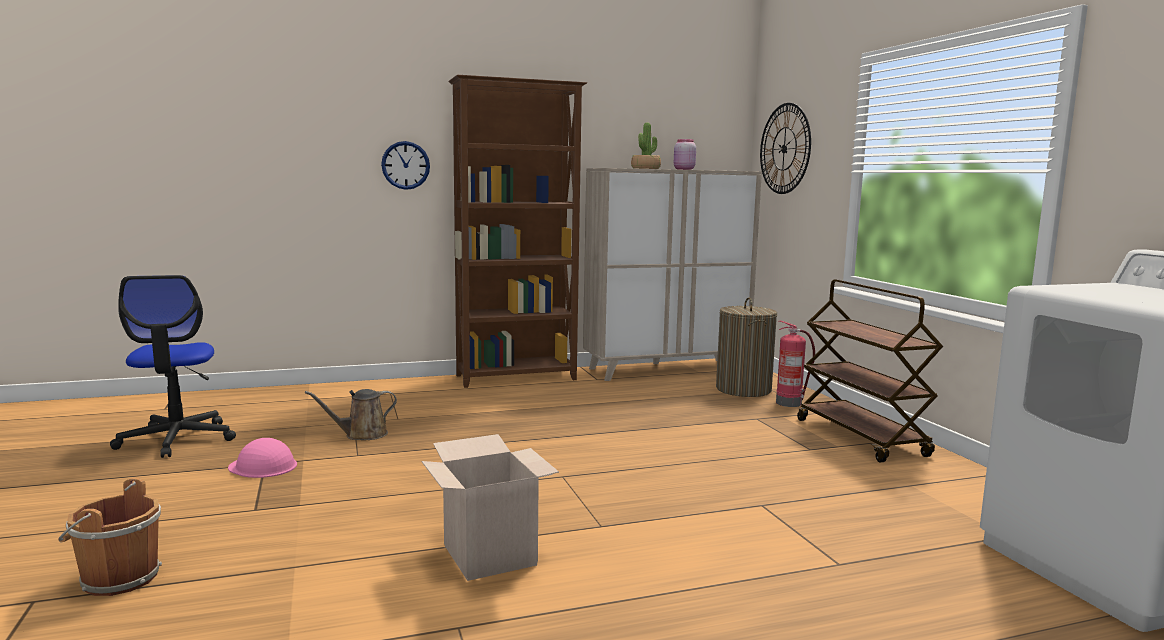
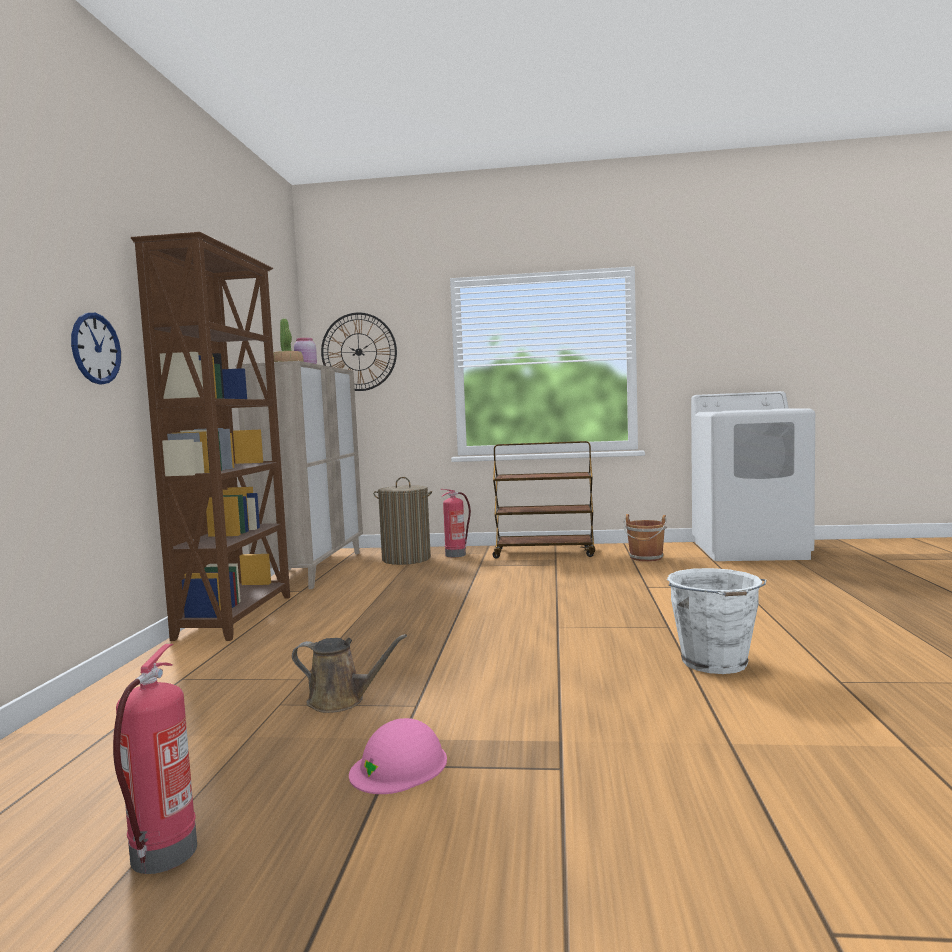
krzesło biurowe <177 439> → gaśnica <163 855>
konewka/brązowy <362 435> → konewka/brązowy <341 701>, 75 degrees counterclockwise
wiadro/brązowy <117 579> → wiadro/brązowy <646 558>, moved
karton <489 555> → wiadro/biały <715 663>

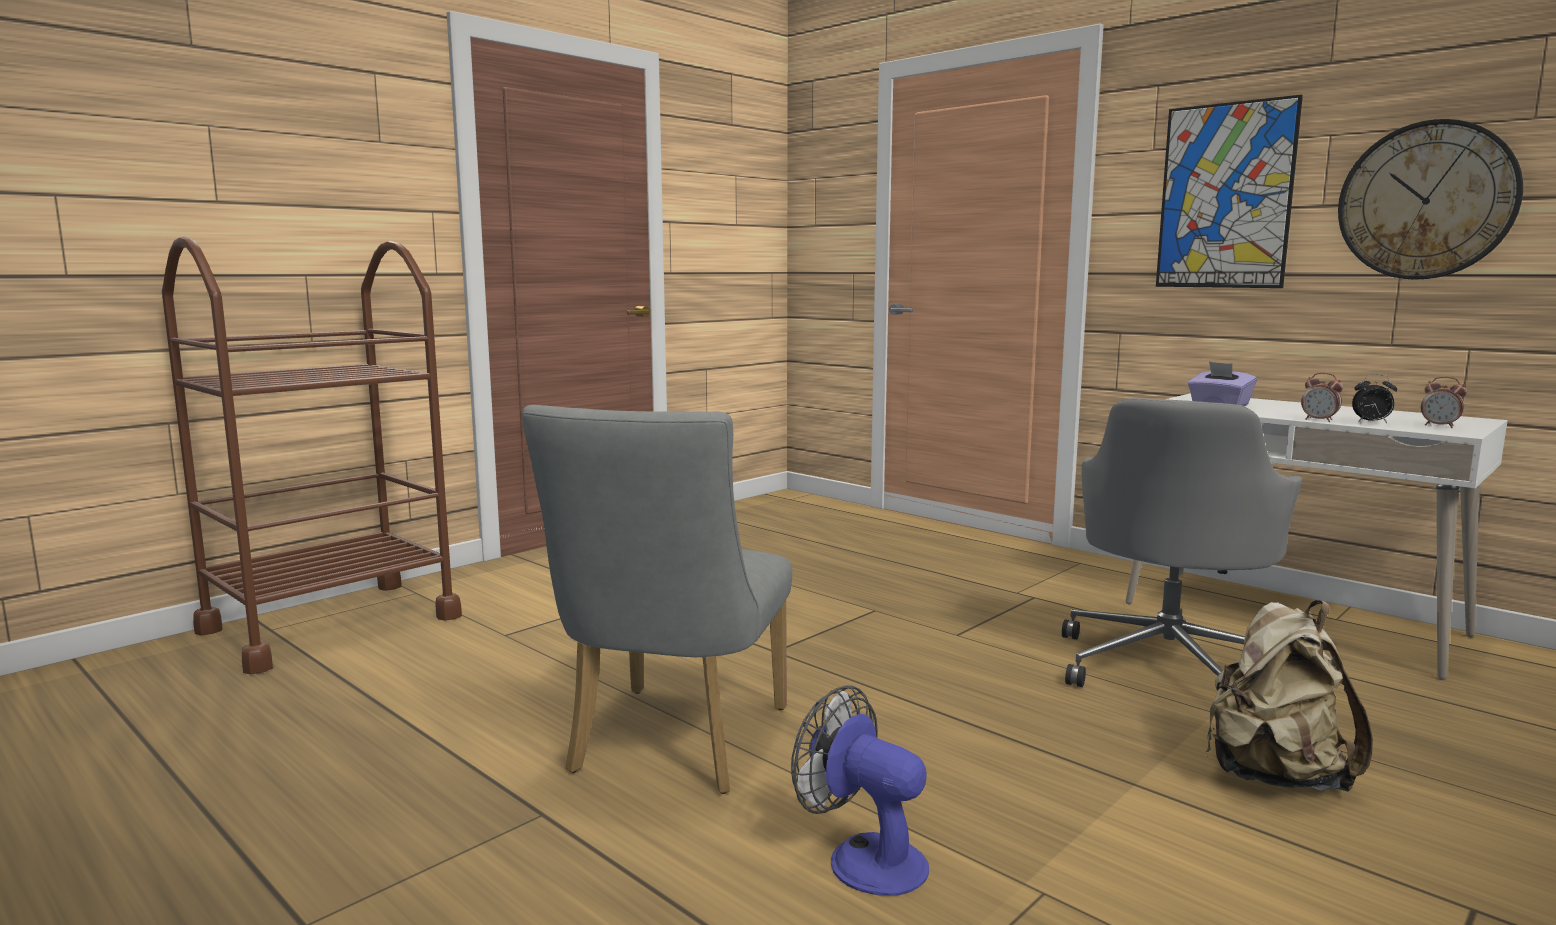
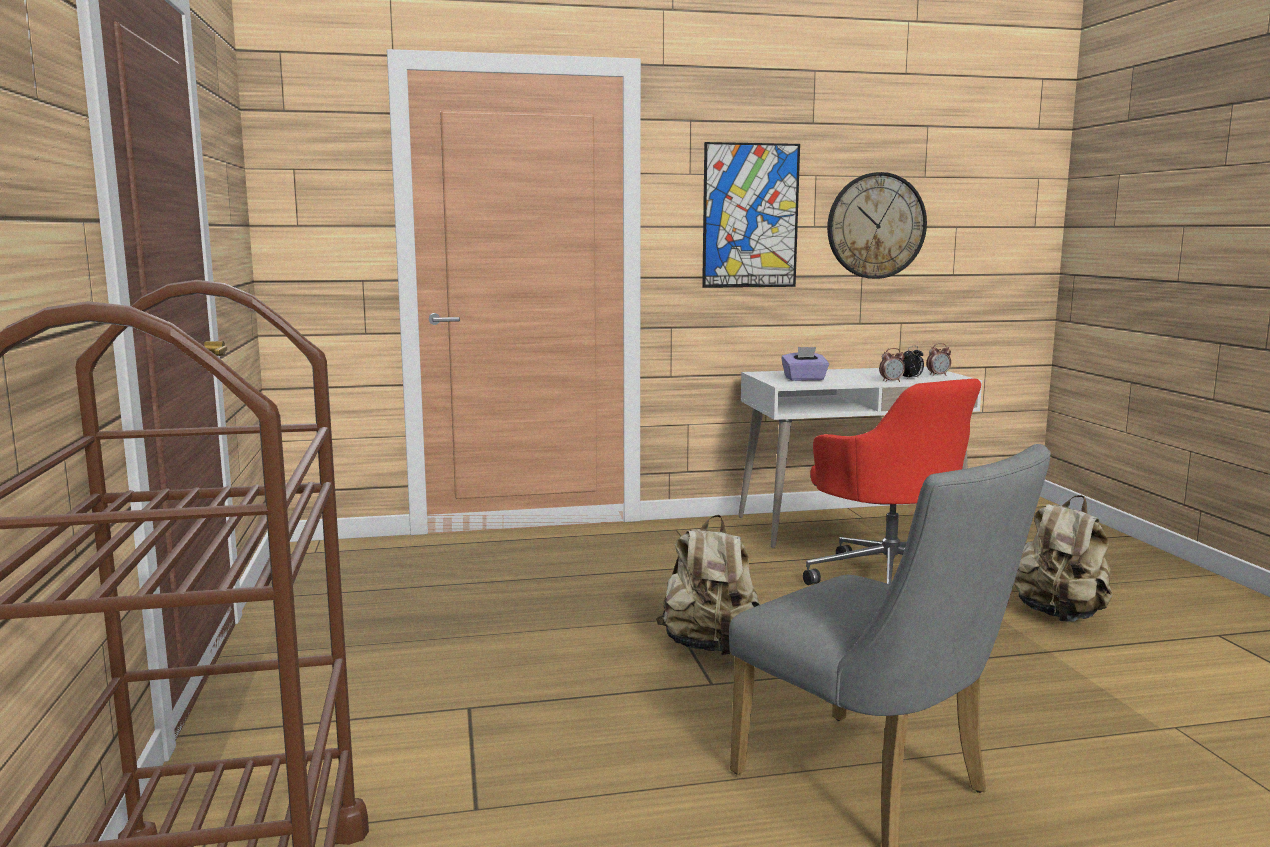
- → plecak/beżowy <710 646>
krzesło biurowe/szary <1168 666> → krzesło biurowe/czerwony <888 578>
wentylator <863 858> → -

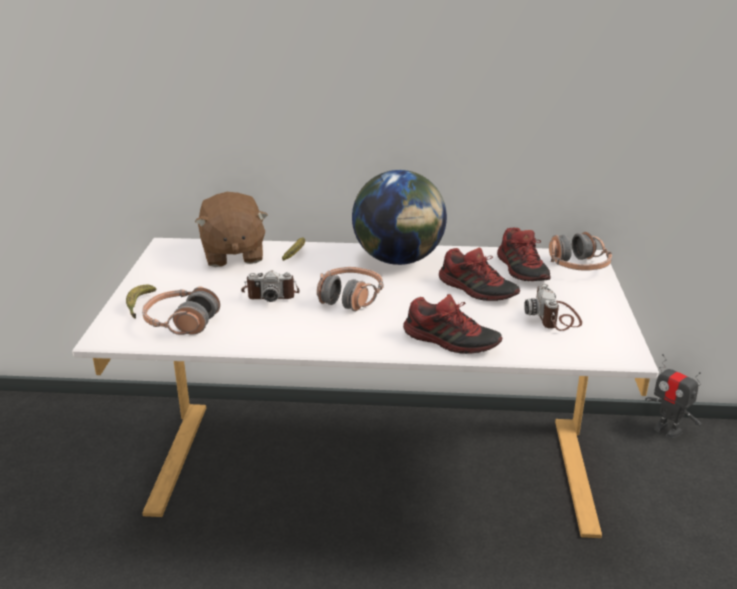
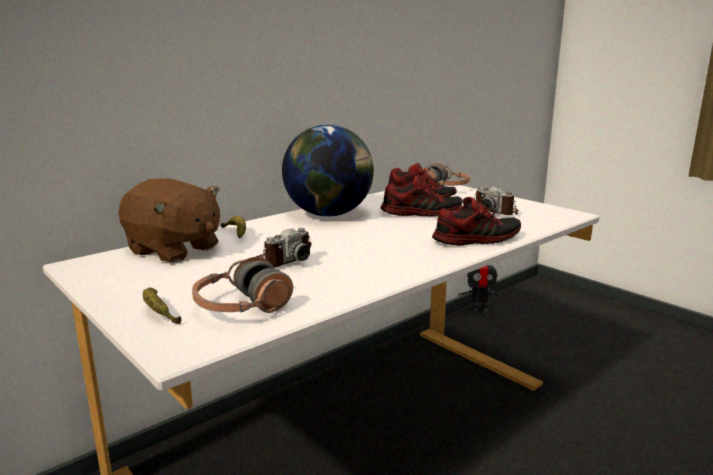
słuchawki <349 297> → -

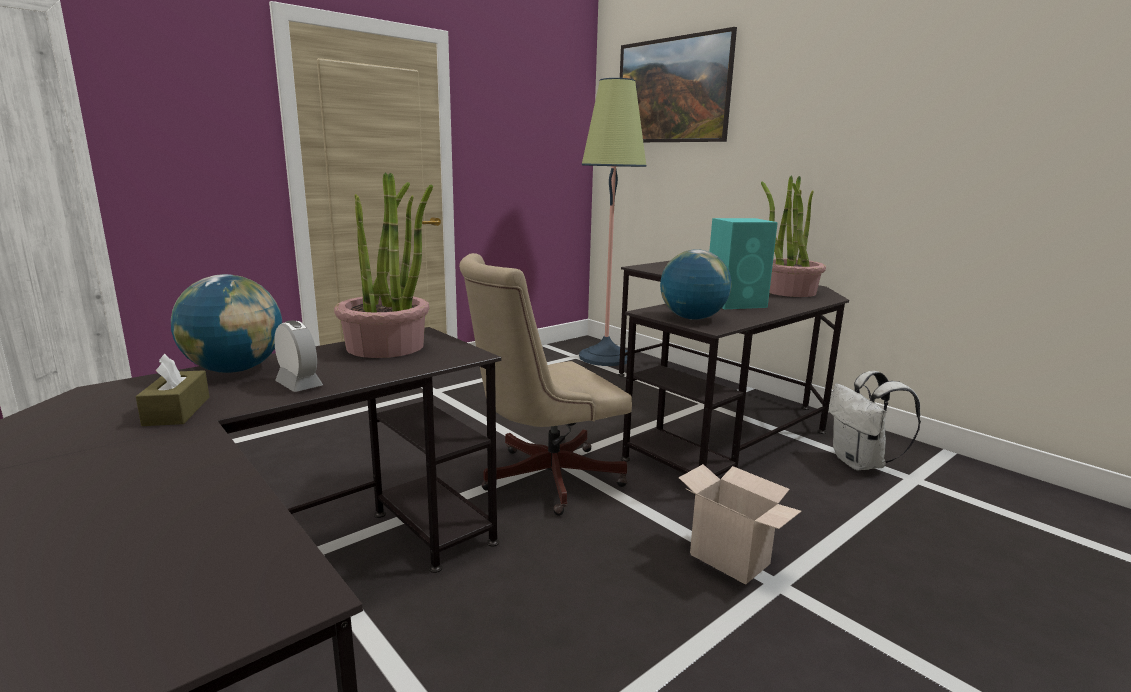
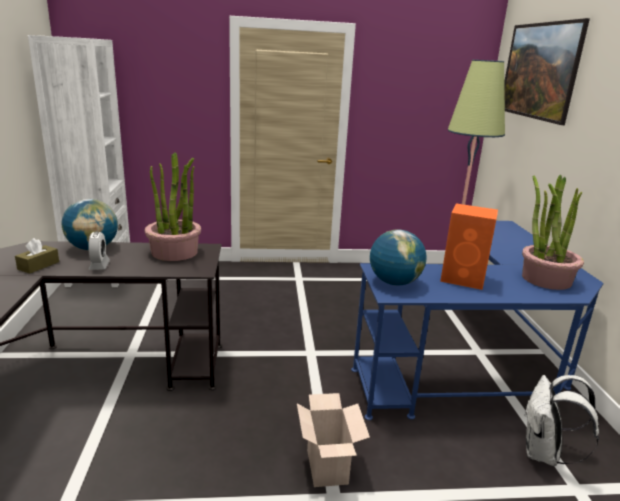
biurko/czarny <715 415> → biurko/niebieski <472 363>
głośnik/turkusowy <737 303> → głośnik/pomarańczowy <464 279>
krzesło biurowe/beżowy <542 478> → -

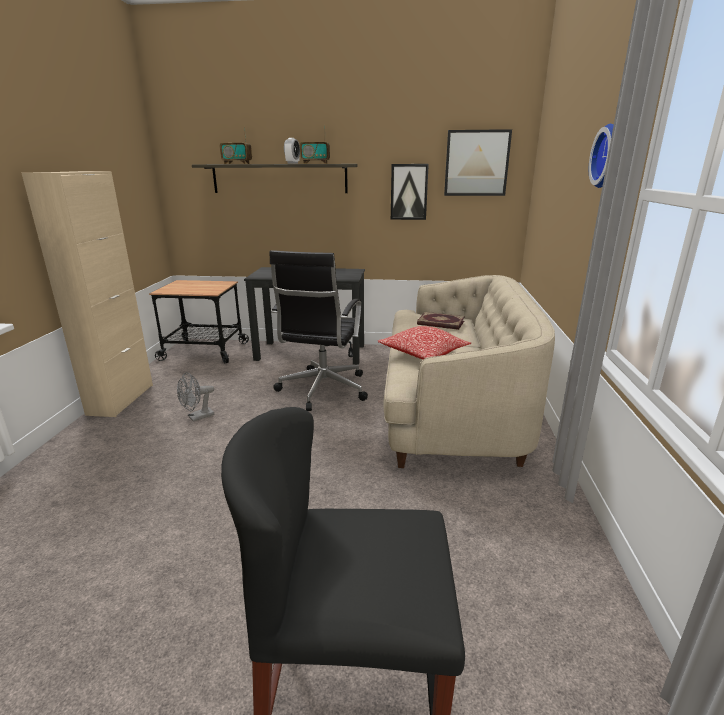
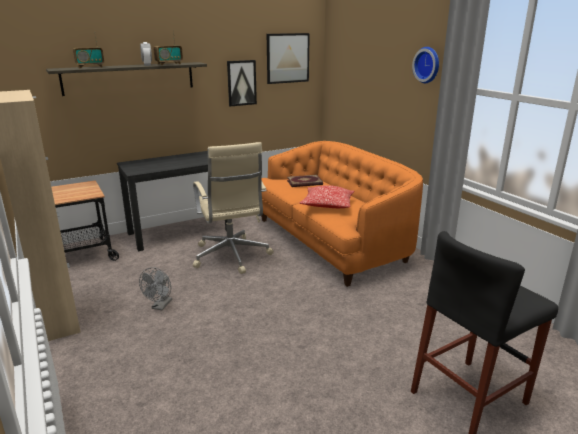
krzesło biurowe/czarny <322 390> → krzesło biurowe/beżowy <231 257>
kanapa/beżowy <451 406> → kanapa/pomarańczowy <330 241>

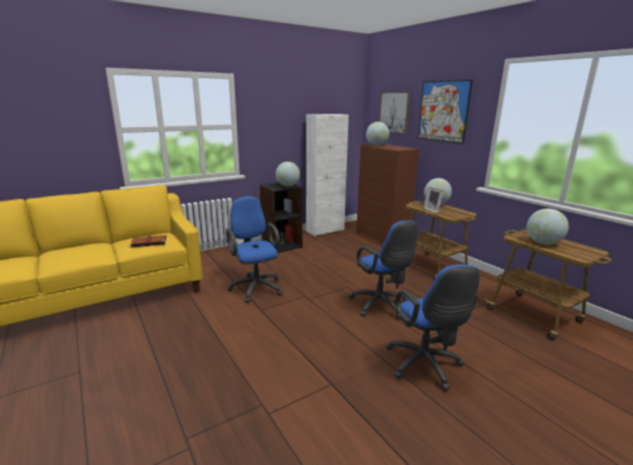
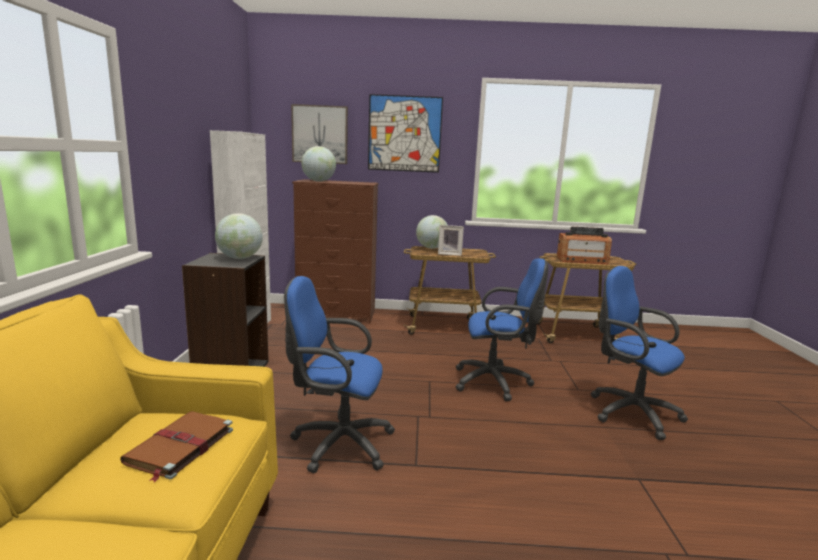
globus <543 243> → radio <582 260>
krzesło biurowe/niebieski <425 366> → krzesło biurowe/niebieski <629 411>, 150 degrees counterclockwise

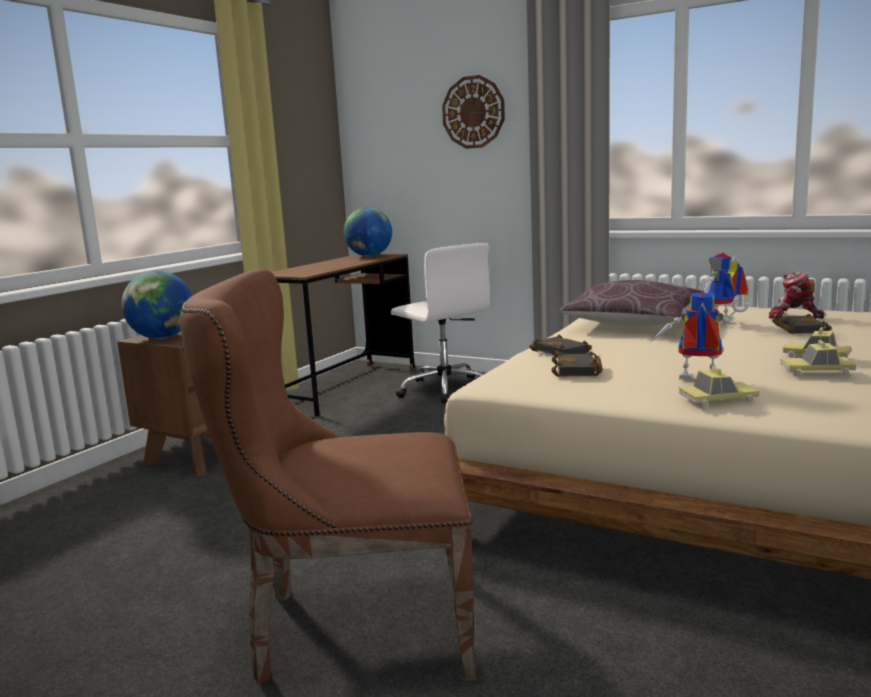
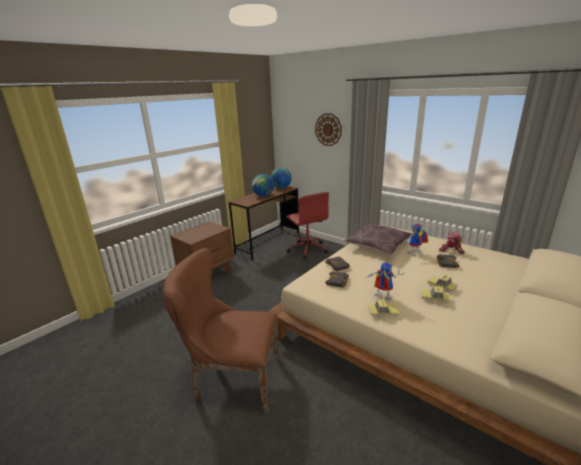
globus <162 338> → globus <263 196>, moved
krzesło biurowe/biały <444 389> → krzesło biurowe/czerwony <307 249>

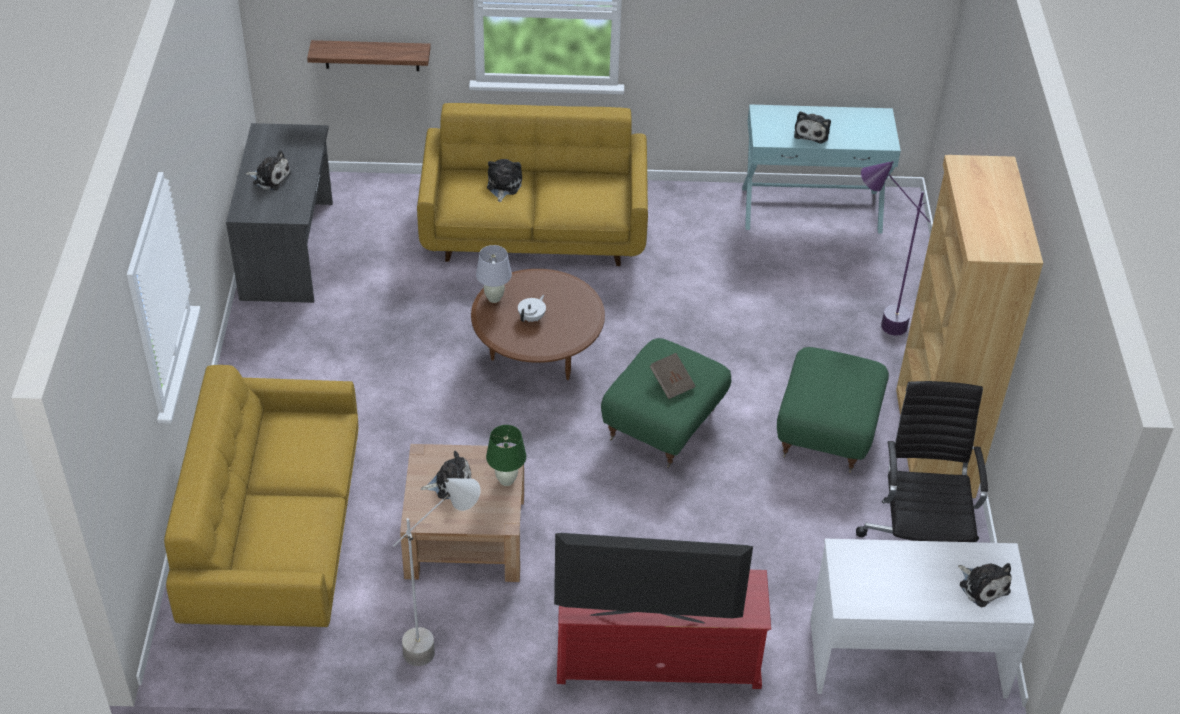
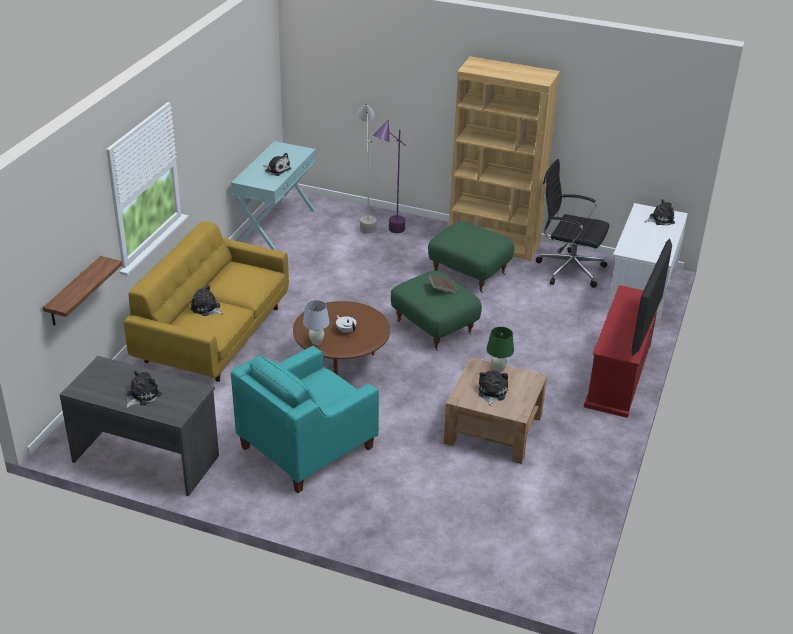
- → fotel/turkusowy <307 447>
lampa stojąca/szary <443 642> → lampa stojąca/szary <366 222>, moved
kanapa/żółty <276 537> → -

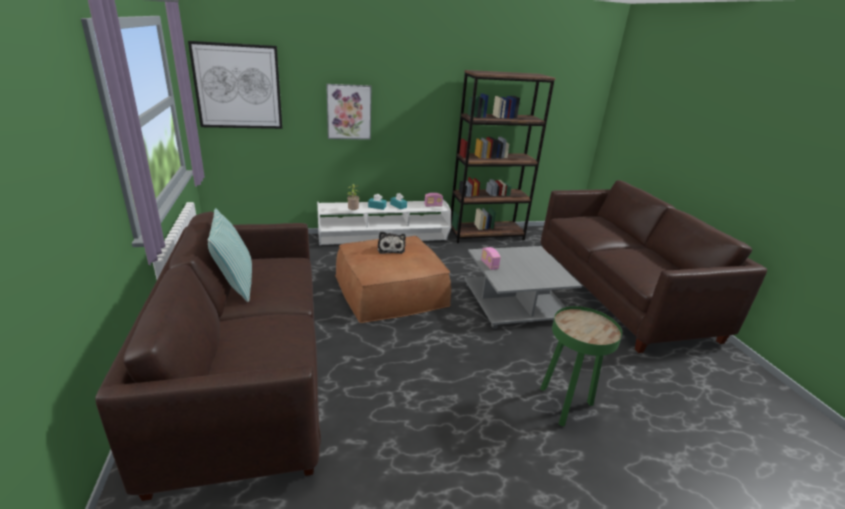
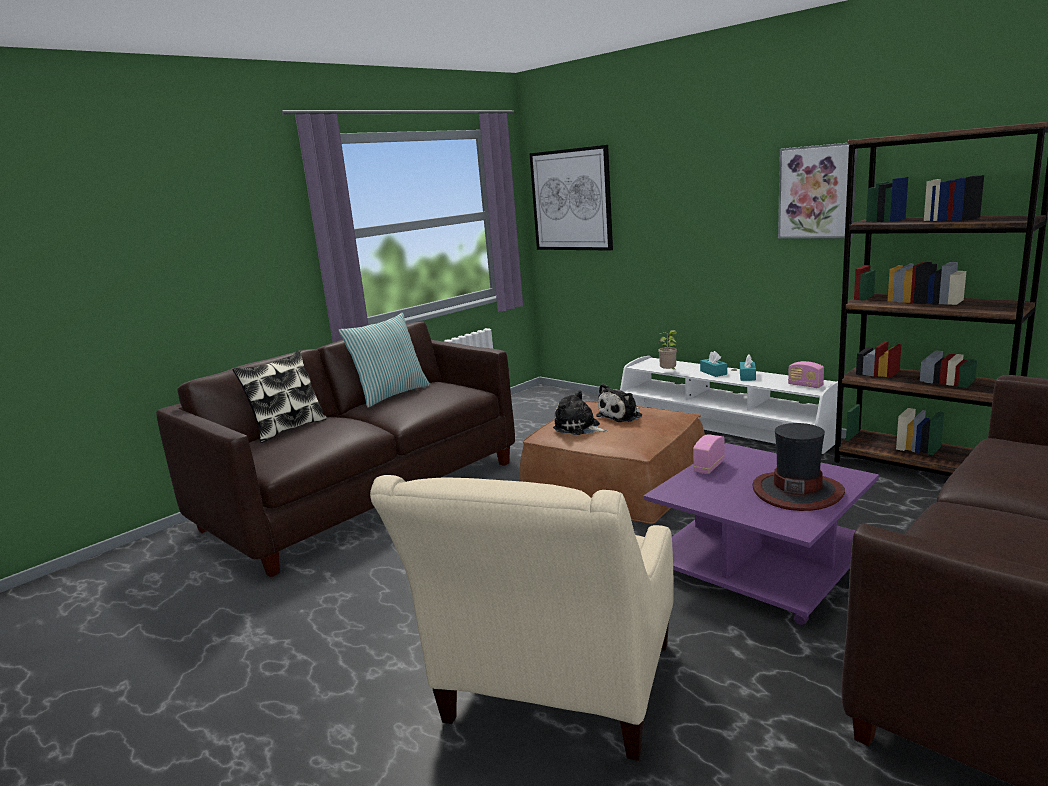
- → poduszka <287 429>
stolik/zielony <564 406> → fotel/beżowy <554 694>
- → pluszak <579 428>
ława/szary <516 303> → ława/fioletowy <761 563>
- → kapelusz <797 491>
obraz <349 112> → obraz <817 192>, moved

